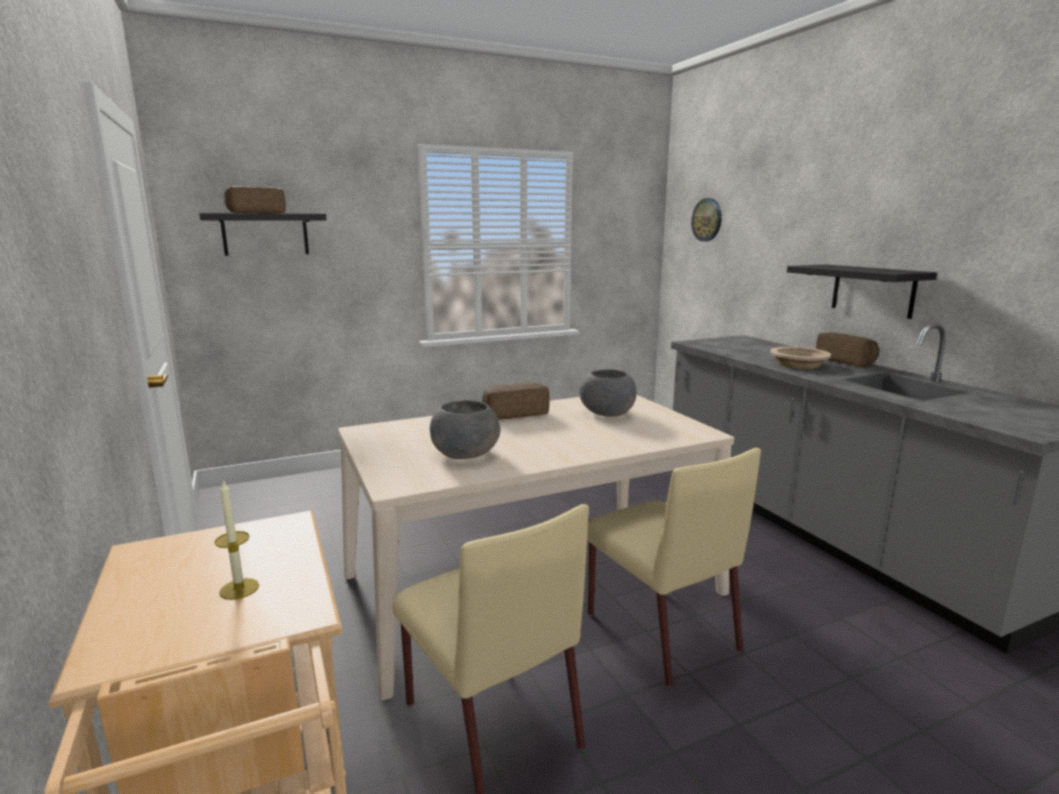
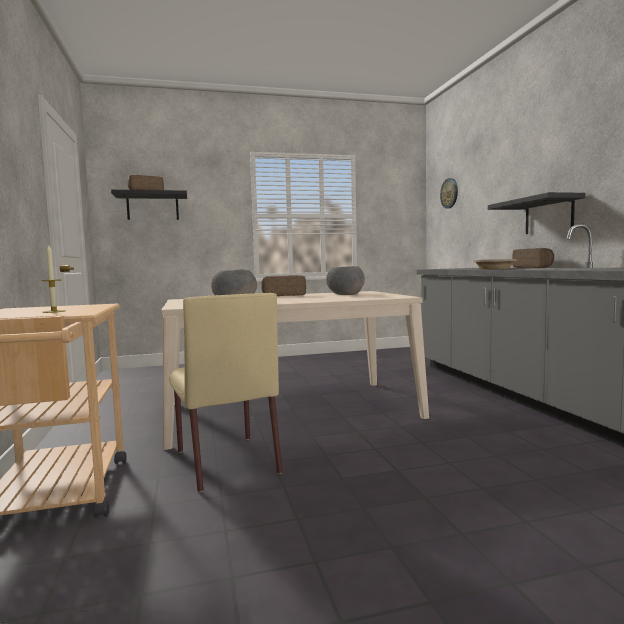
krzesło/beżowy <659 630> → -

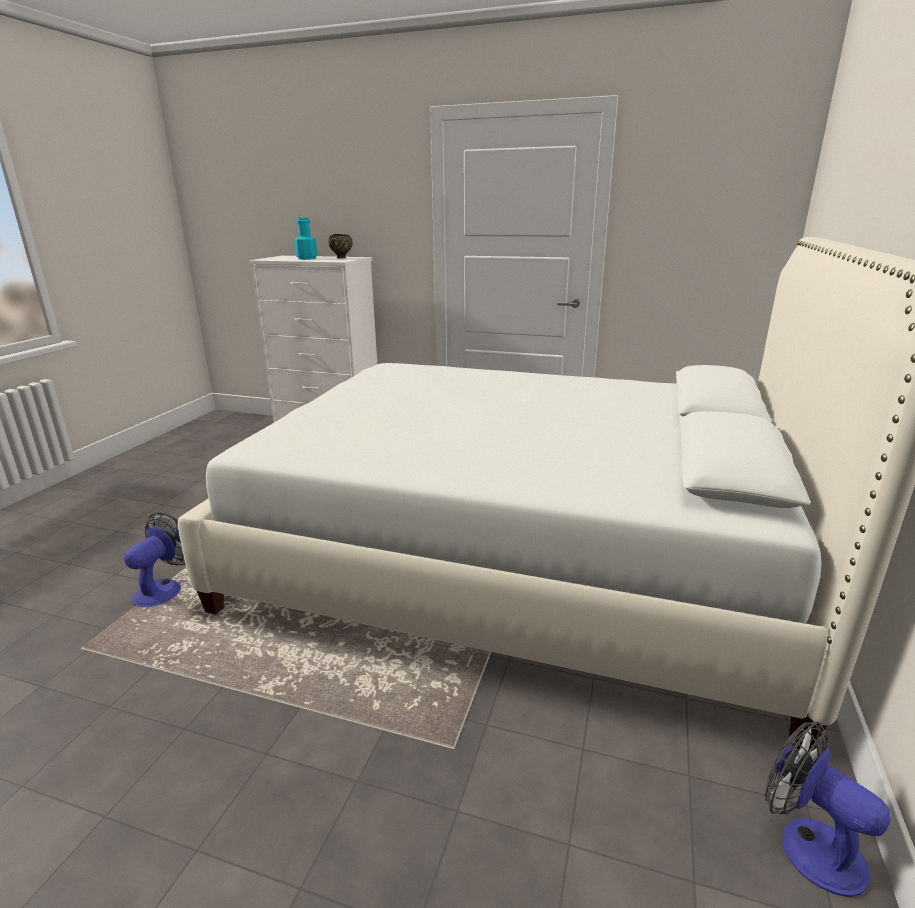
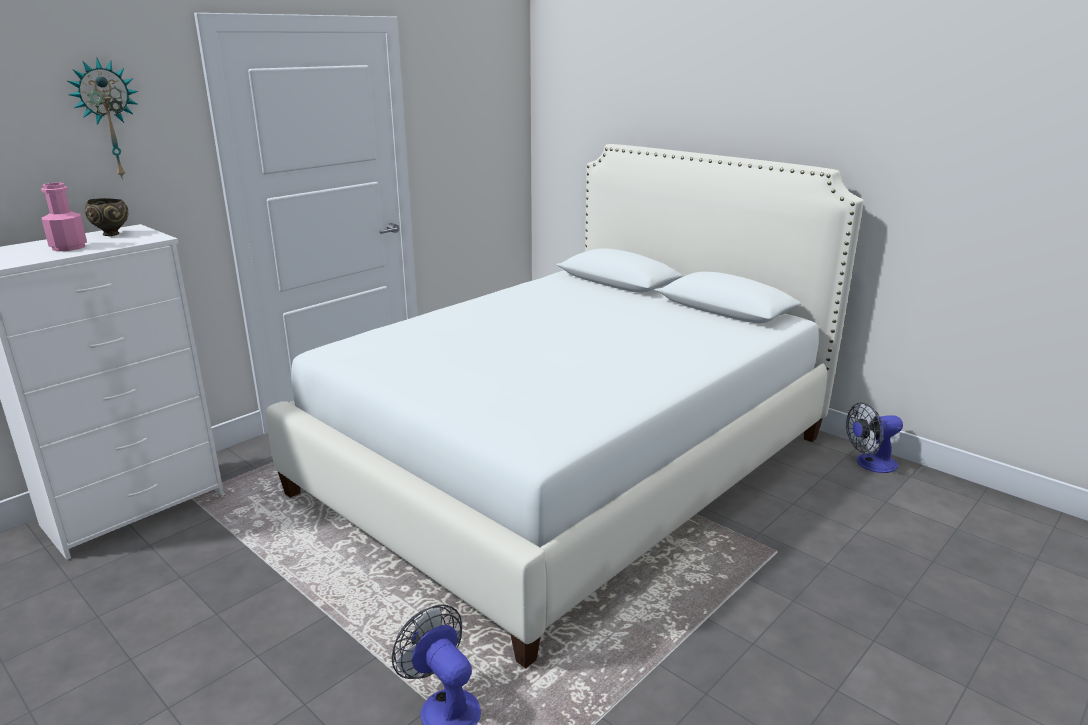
butelka/turkusowy <307 258> → butelka/różowy <69 247>
- → zegar ścienny <108 120>

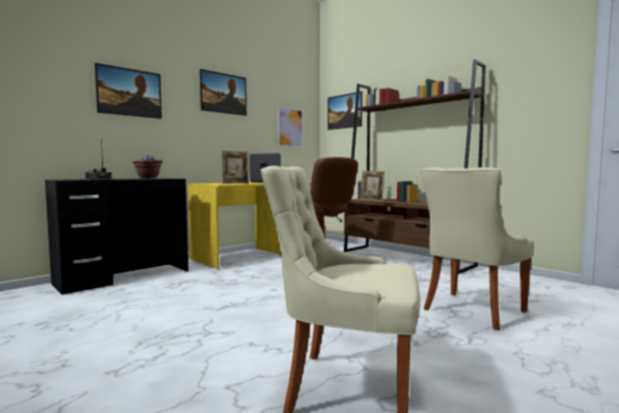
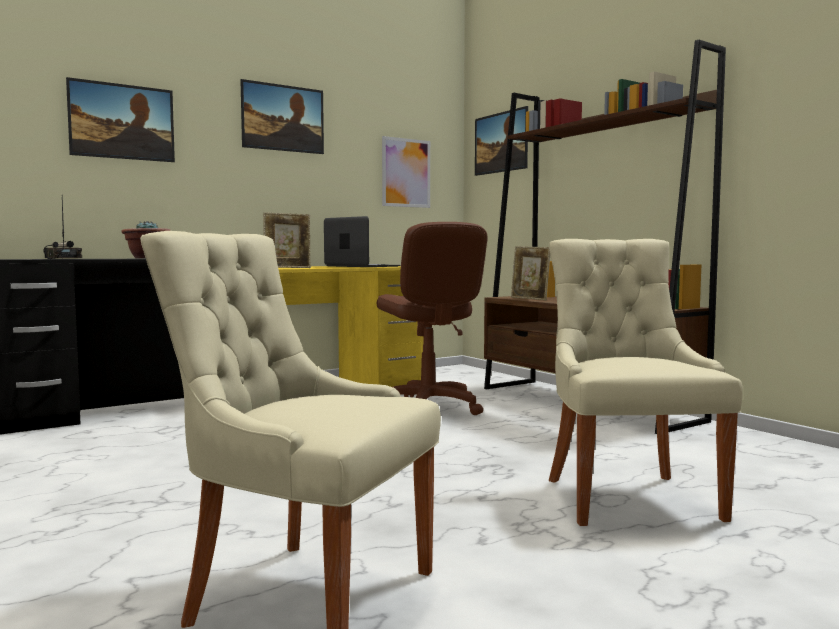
krzesło/beżowy <471 311> → krzesło/beżowy <627 496>, 120 degrees clockwise

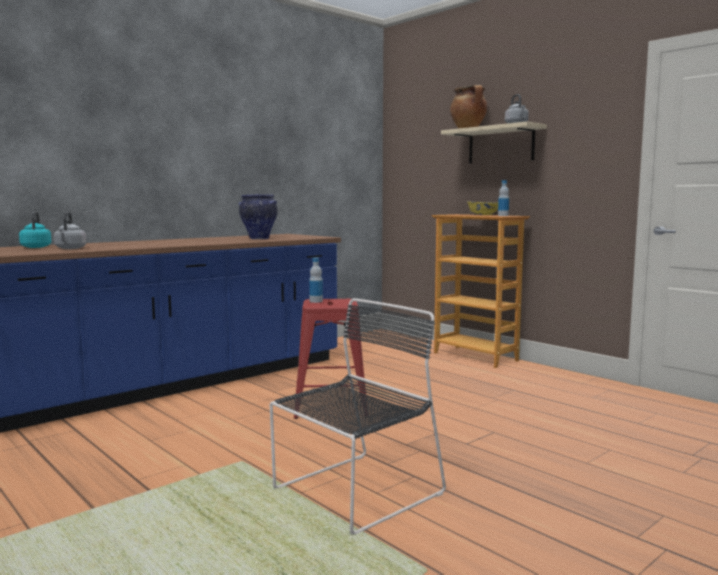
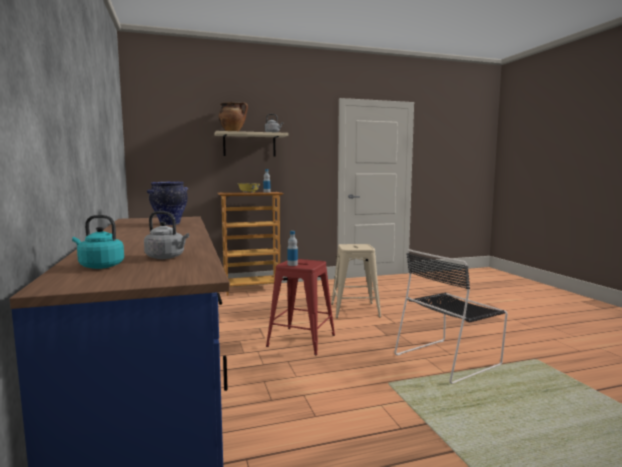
- → stołek/beżowy <354 310>
krzesło/czarny <354 492> → krzesło/czarny <449 359>, 105 degrees counterclockwise

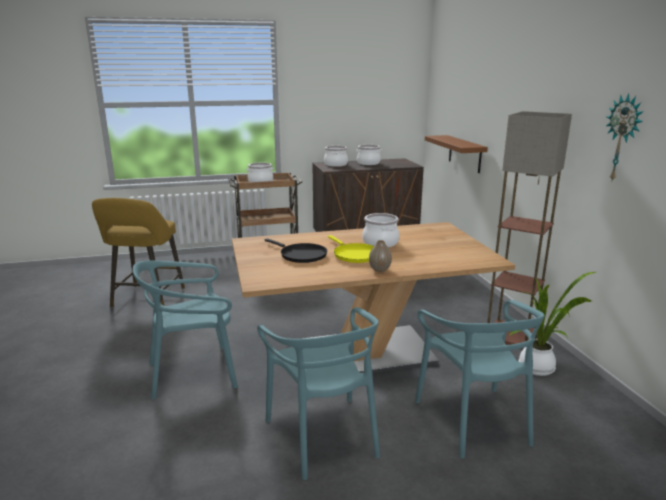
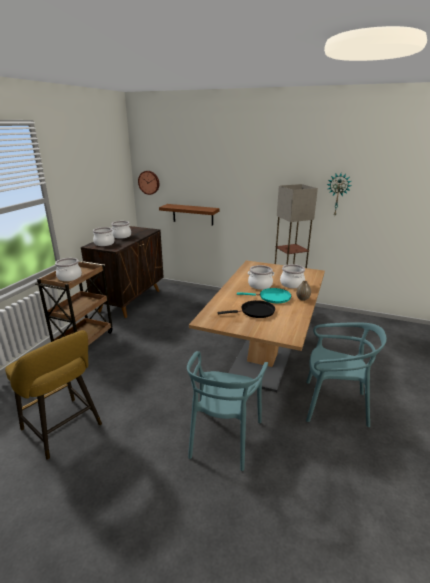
- → zegar ścienny <149 182>
patelnia/żółty <354 255> → patelnia/turkusowy <272 297>
- → garnek <291 284>
krzesło/turkusowy <473 420> → -
roślina doniczkowa <539 368> → -

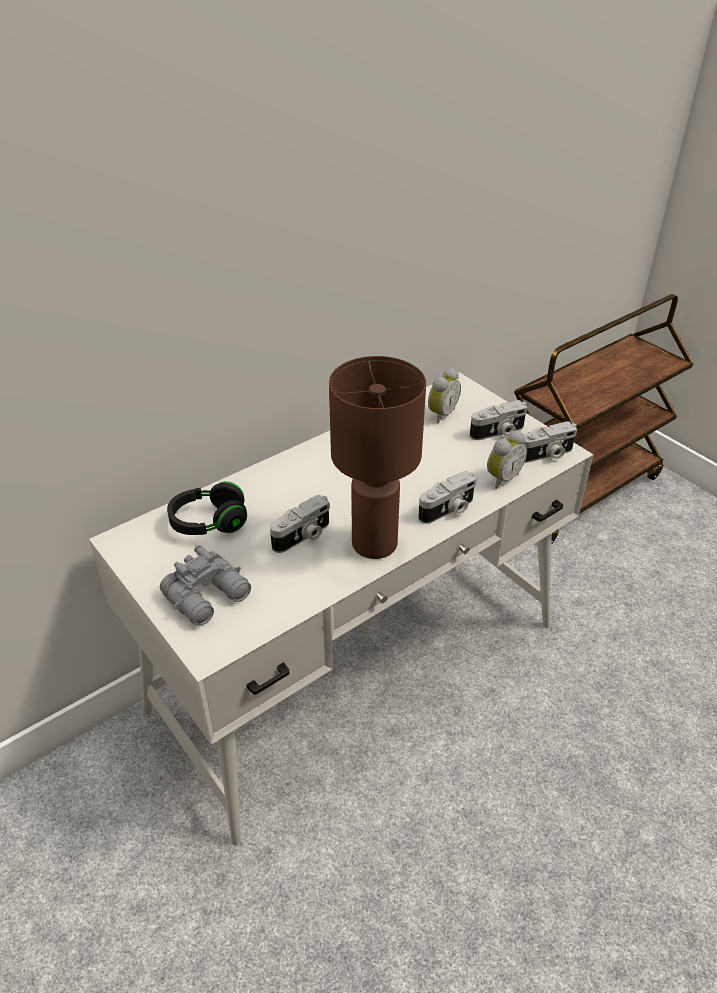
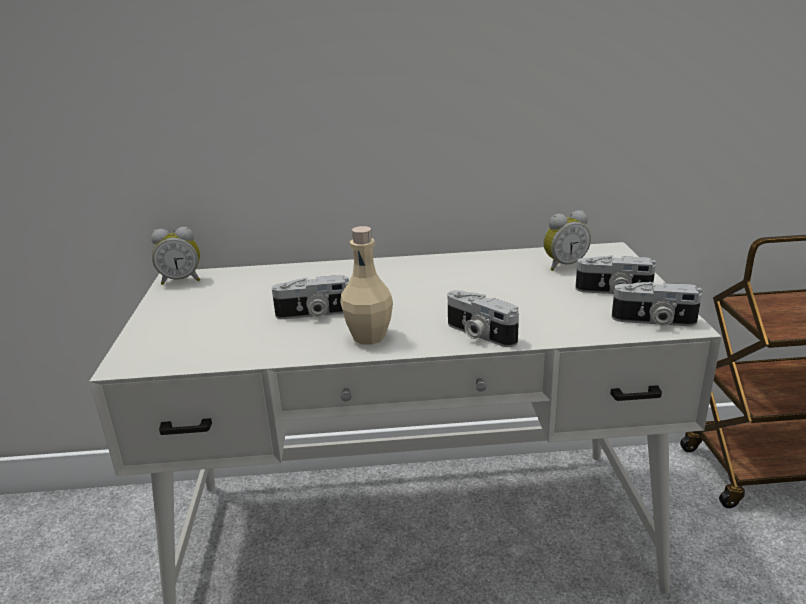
budzik <501 478> → budzik <181 280>, moved
lampa stołowa/brązowy <373 543> → butelka/beżowy <369 337>
aparat fotograficzny <448 510> → aparat fotograficzny <479 334>, 45 degrees clockwise
lornetka/szary <209 596> → -
słuchawki/czarny <209 523> → -

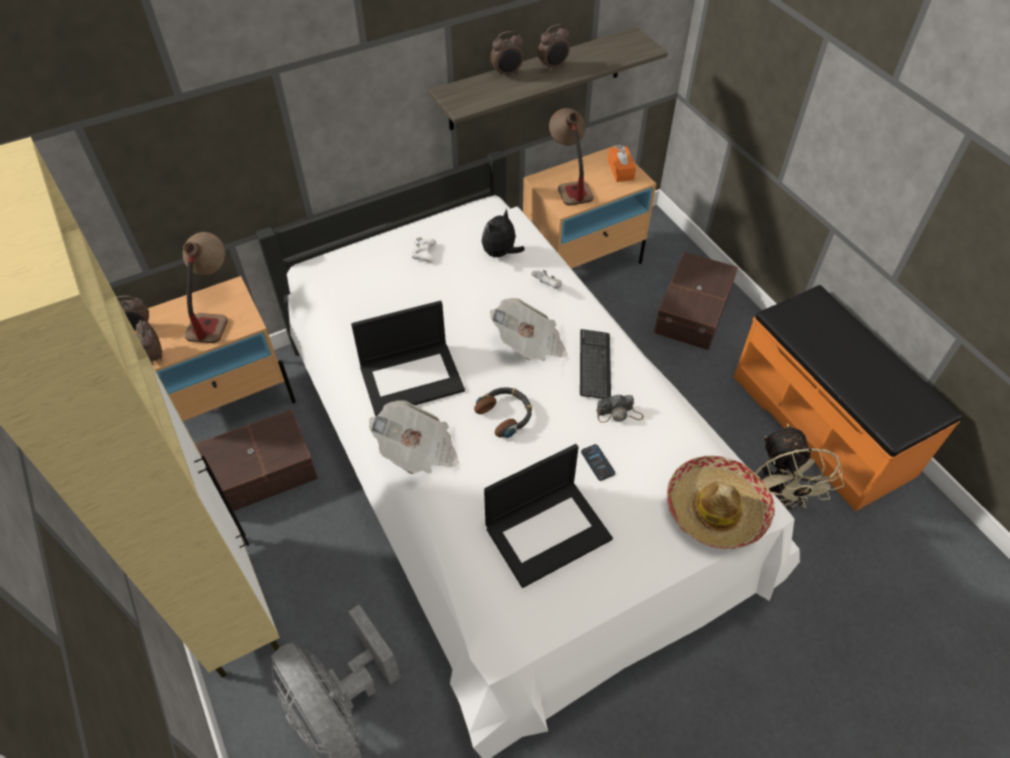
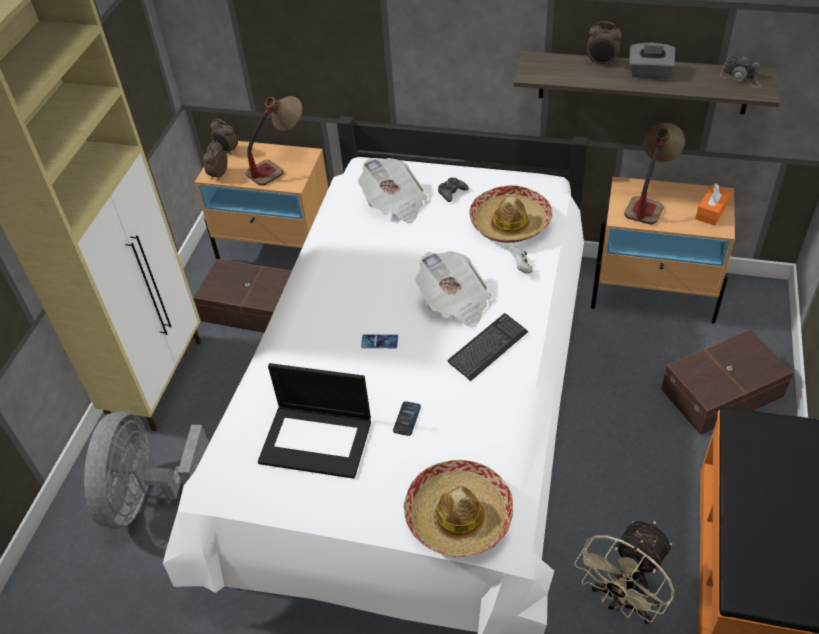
gazeta <418 451> → gazeta <394 204>, moved
słuchawki <505 414> → telefon <379 341>
pad do gier/biały <424 253> → pad do gier/czarny <451 192>
pluszak <500 253> → kapelusz <510 223>
budzik <553 67> → pudełko chusteczek/szary <649 73>
aparat fotograficzny <619 414> → aparat fotograficzny <741 78>, moved
laptop <412 377> → -

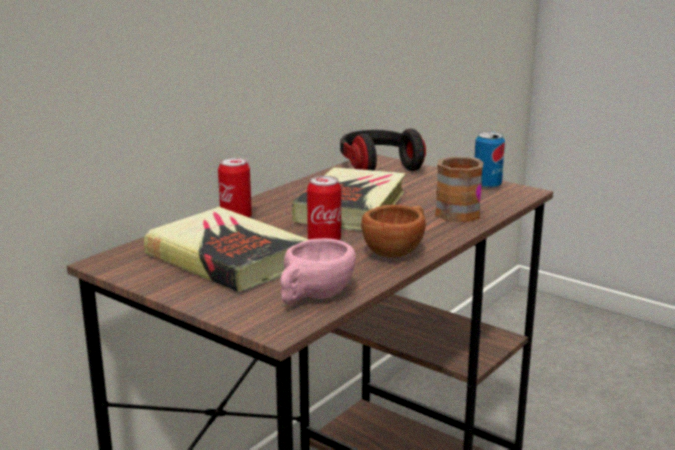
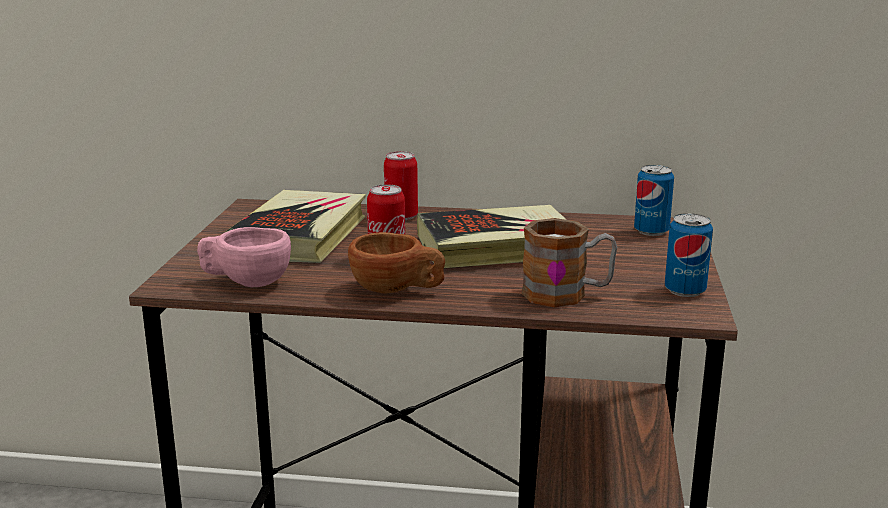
słuchawki <378 167> → puszka <651 231>

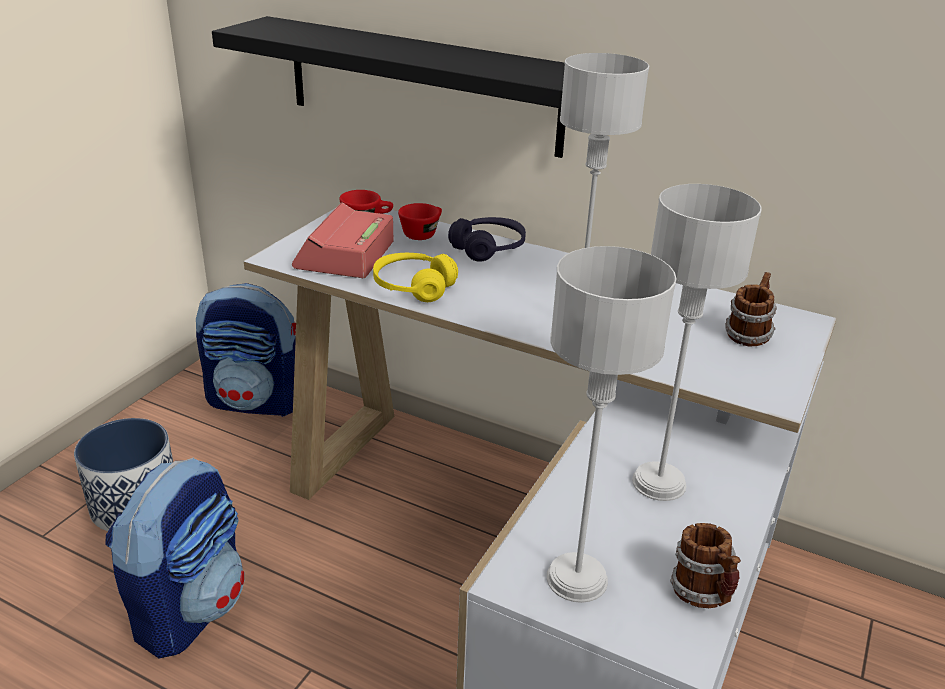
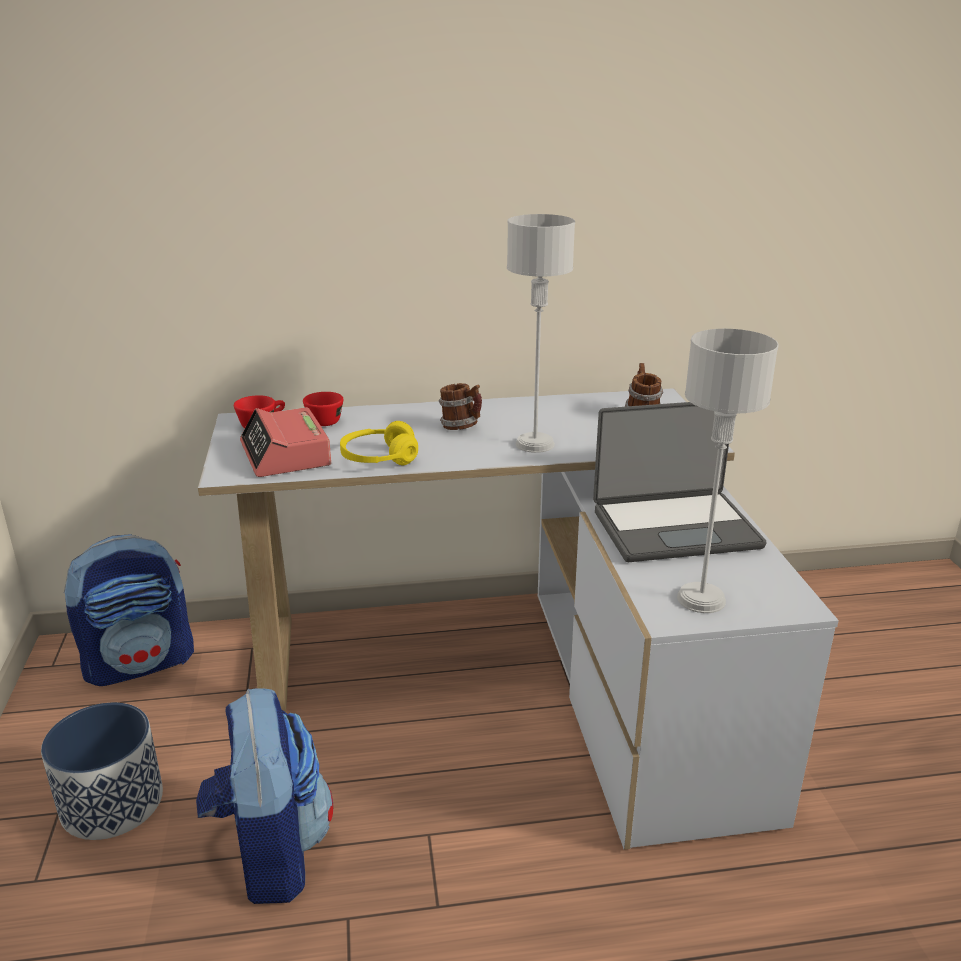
kubek <703 594> → kubek <461 427>, moved
lampa stołowa/szary <660 482> → laptop <674 527>
półka/czarny <422 85> → -
słuchawki/fioletowy <488 248> → -

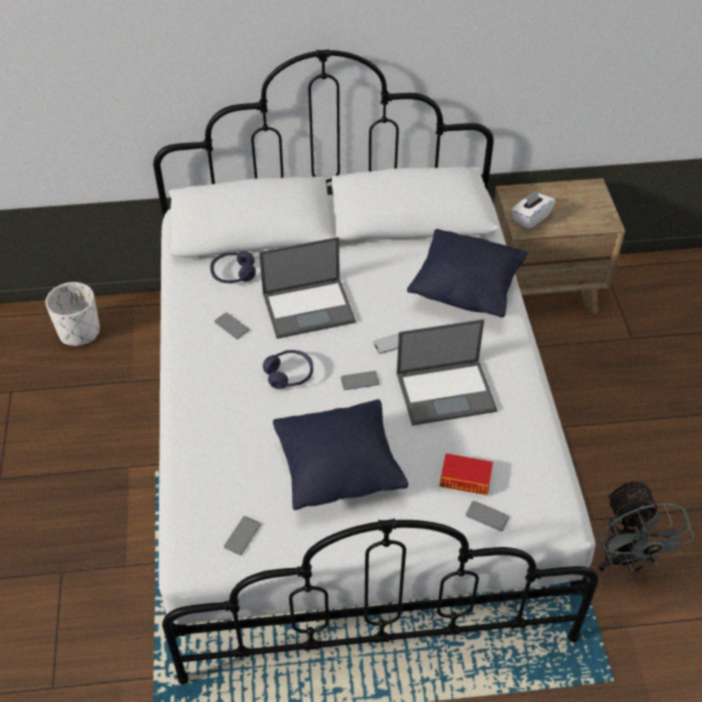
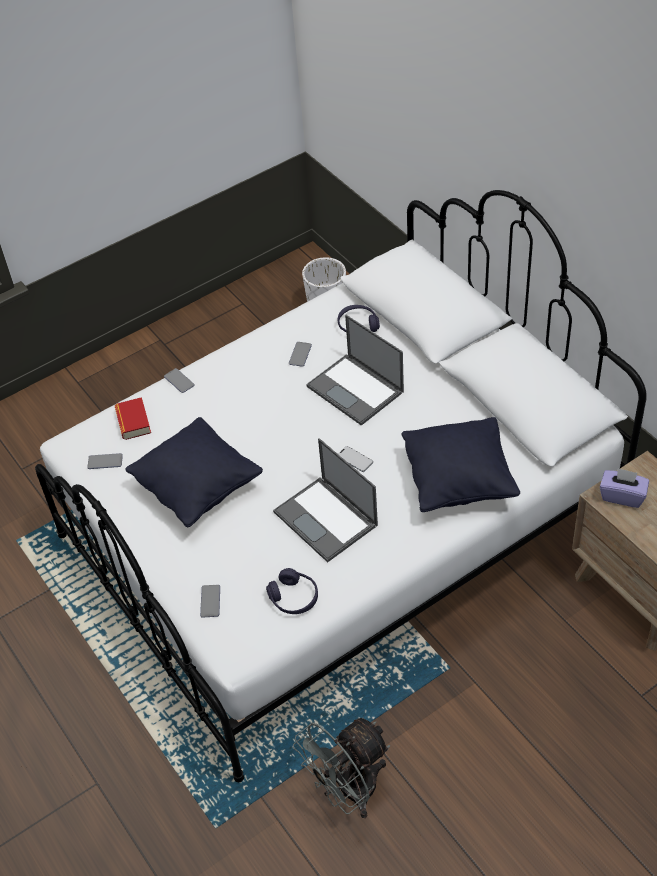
książka <465 478> → książka <133 422>, moved
telefon <359 381> → telefon <179 381>, moved
słuchawki/fioletowy <289 374> → słuchawki/fioletowy <294 597>, moved
pudełko chusteczek/biały <530 218> → pudełko chusteczek/fioletowy <622 496>

